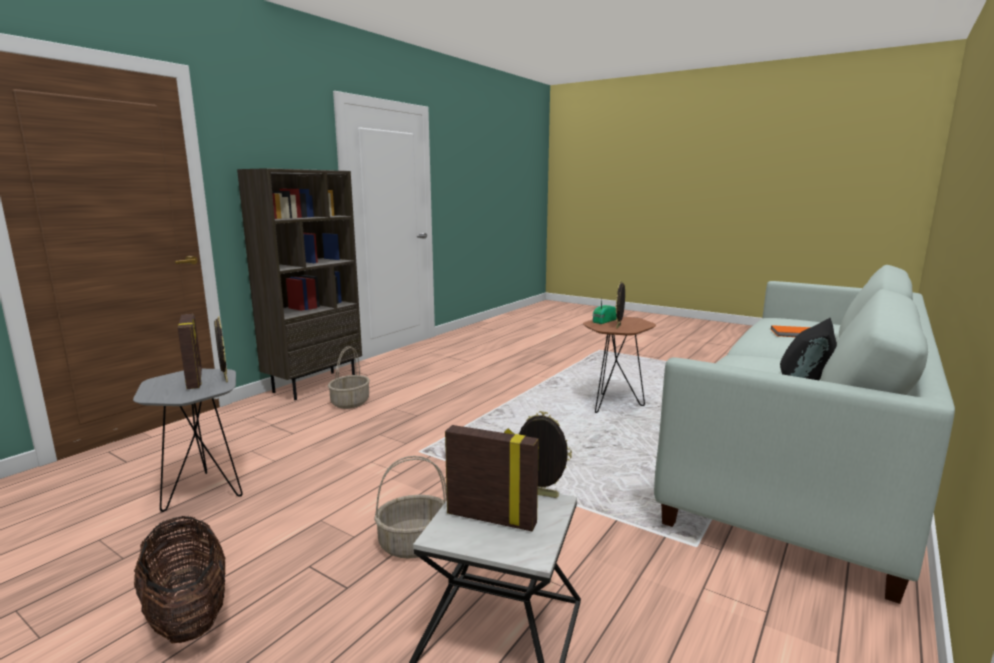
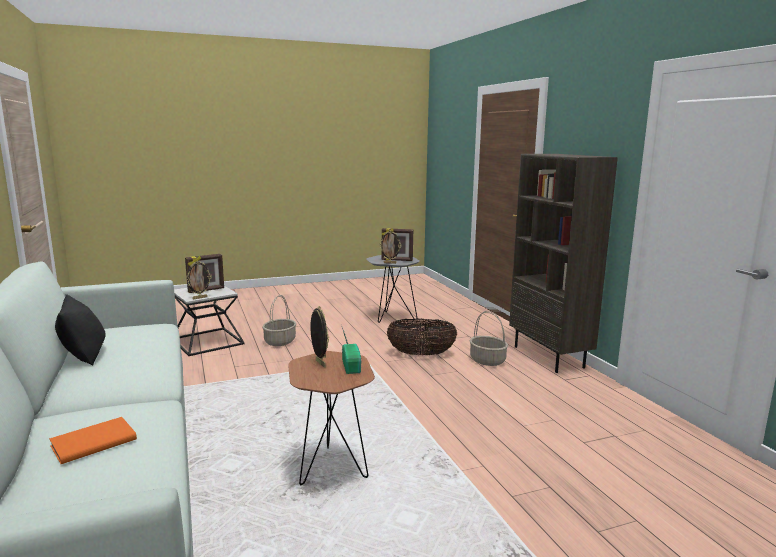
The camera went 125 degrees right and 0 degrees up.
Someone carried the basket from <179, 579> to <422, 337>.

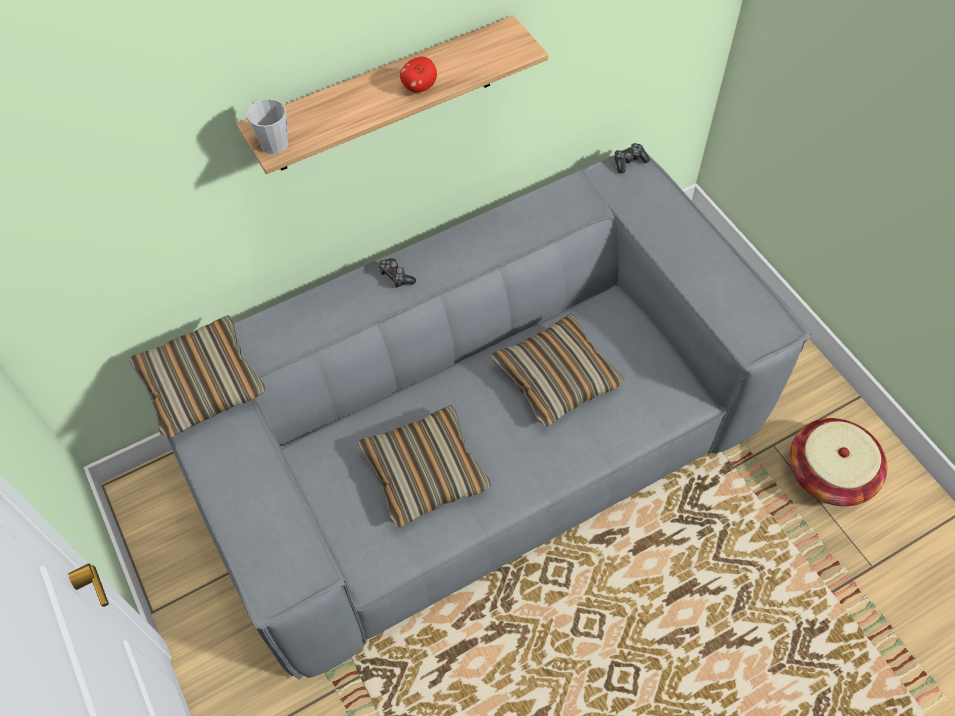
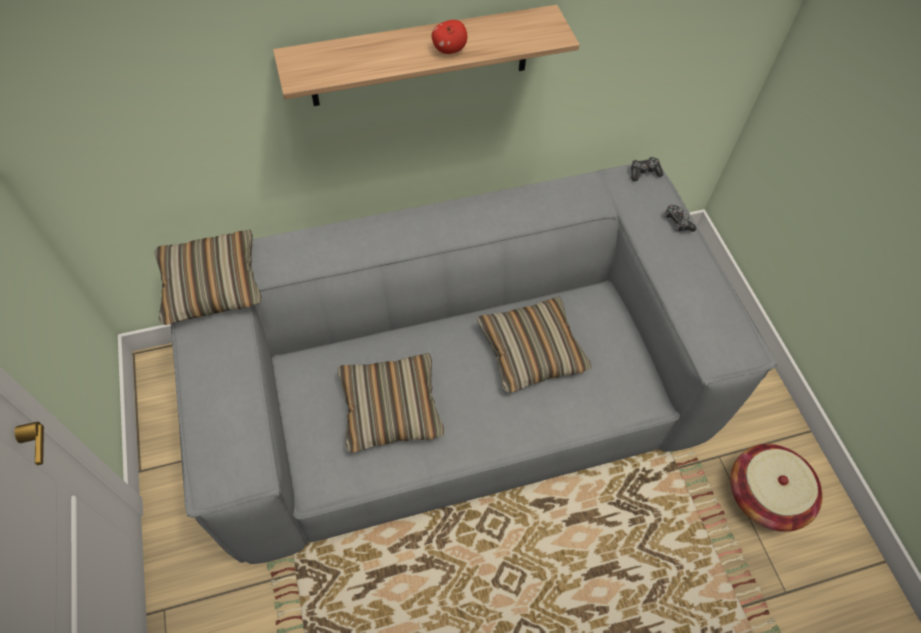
The camera went 10 degrees right and 0 degrees up.
Someone took away the mug (grey) at <267, 126>.
Someone carried the game controller from <397, 273> to <680, 218>.

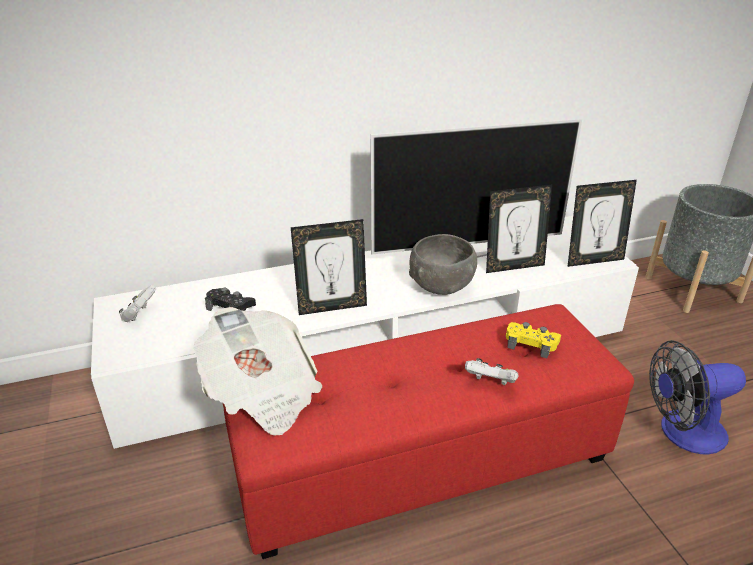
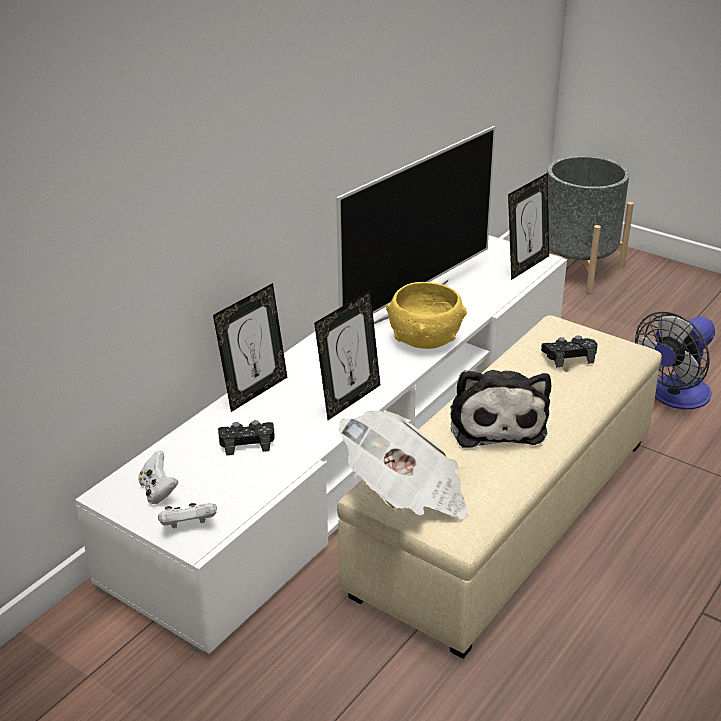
The camera went 35 degrees left and 0 degrees up.
Someone carried the picture frame from <519, 229> to <250, 347>.
Someone repainted the bowl (grey) at <443, 264>, which became the bowl (yellow) at <426, 315>.
Someone repainted the ottoman (red) at <428, 431>, which became the ottoman (beige) at <499, 487>.
Someone repainted the game controller (yellow) at <533, 340>, which became the game controller (black) at <569, 352>.
Someone carried the game controller (white) from <491, 371> to <187, 515>.
Someone put down the plush toy at <500, 408>.

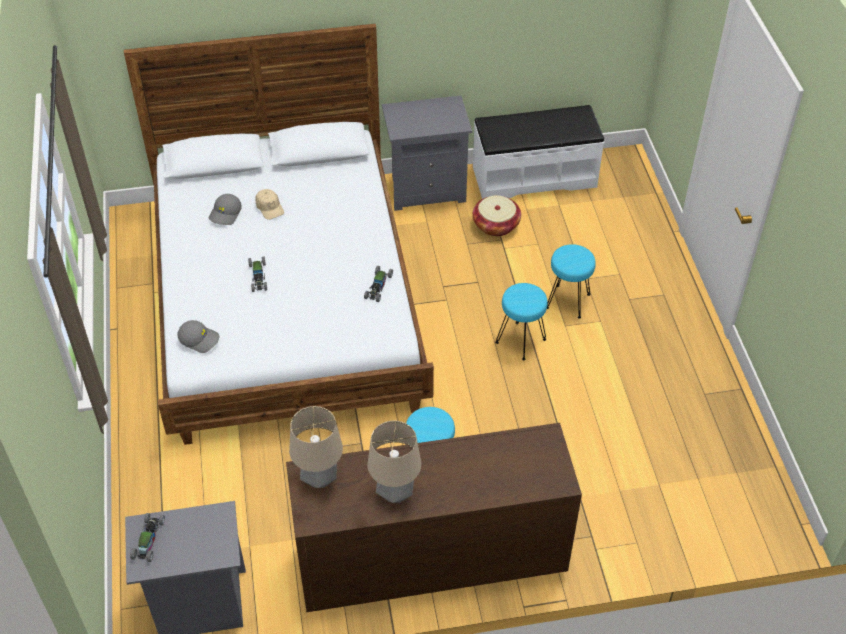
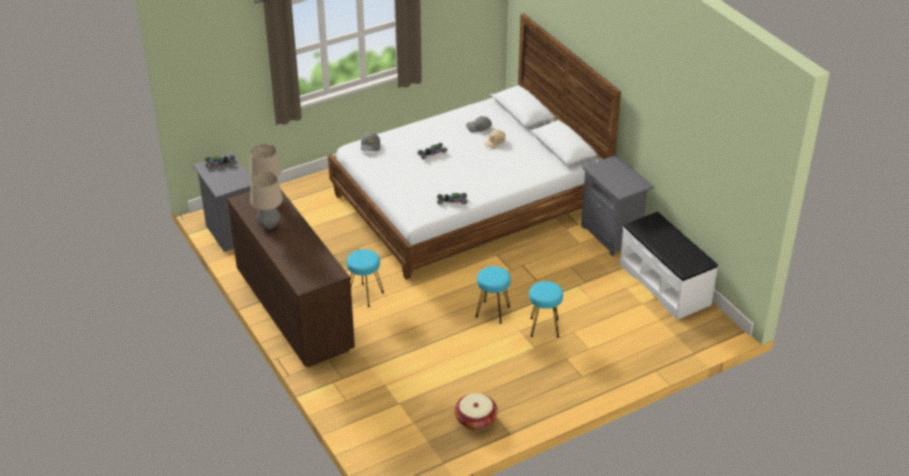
The camera went 70 degrees right and 10 degrees down.
Someone carried the basket from <497, 215> to <476, 411>.

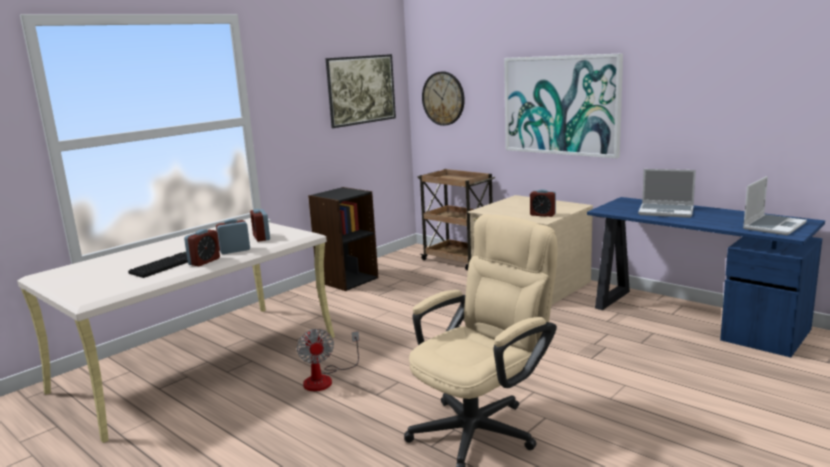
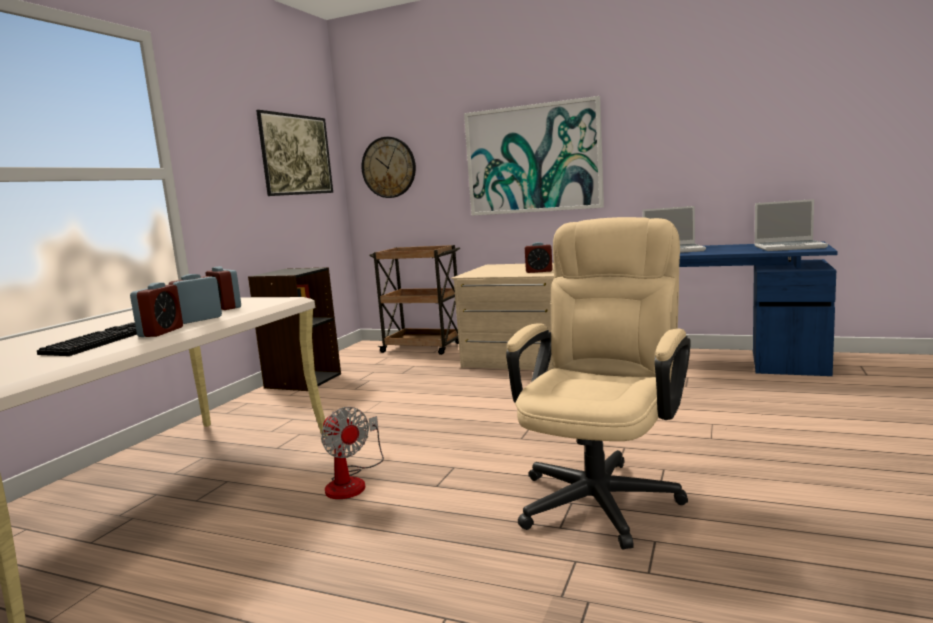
The camera went 20 degrees left and 5 degrees down.
Someone rotated the laptop at <775, 205> by 75 degrees clockwise.

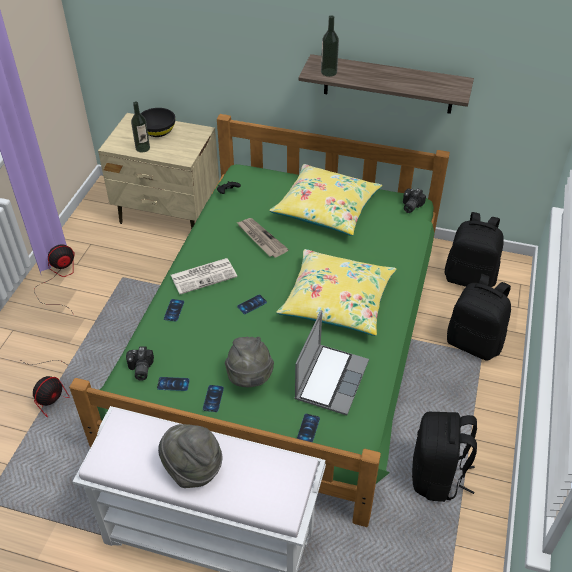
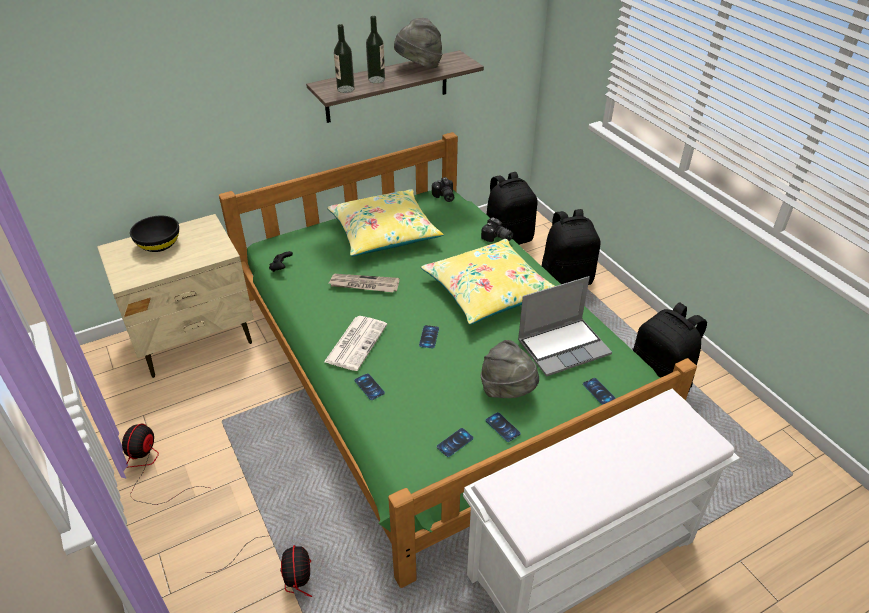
The camera went 45 degrees left and 5 degrees down.
Someone carried the bottle from <140, 126> to <375, 49>.
Someone rotated the laptop at <331, 362> by 90 degrees clockwise.
Someone carried the photo camera from <140, 363> to <497, 229>.
Someone carried the hat (grey) from <190, 456> to <418, 43>.

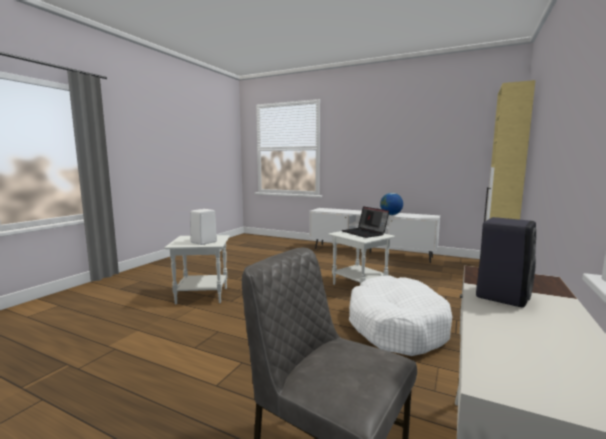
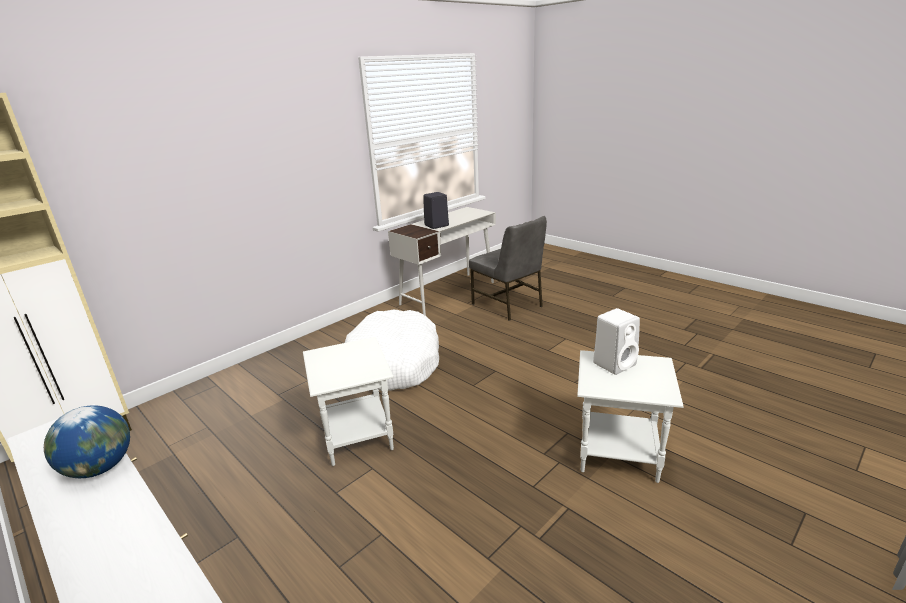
The camera went 160 degrees left and 15 degrees up.
Someone took away the laptop at <365, 222>.

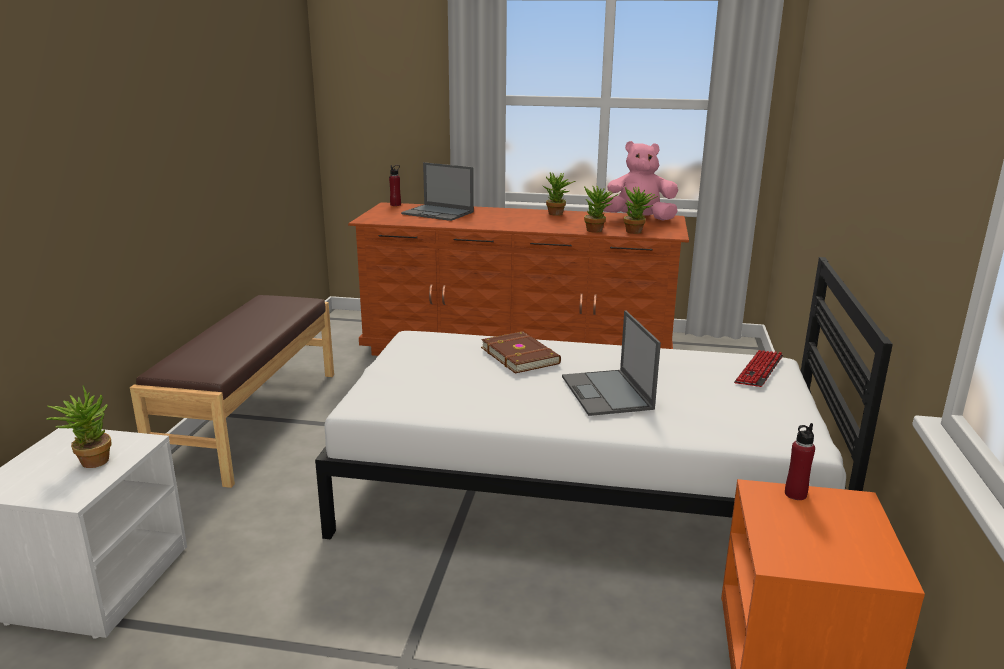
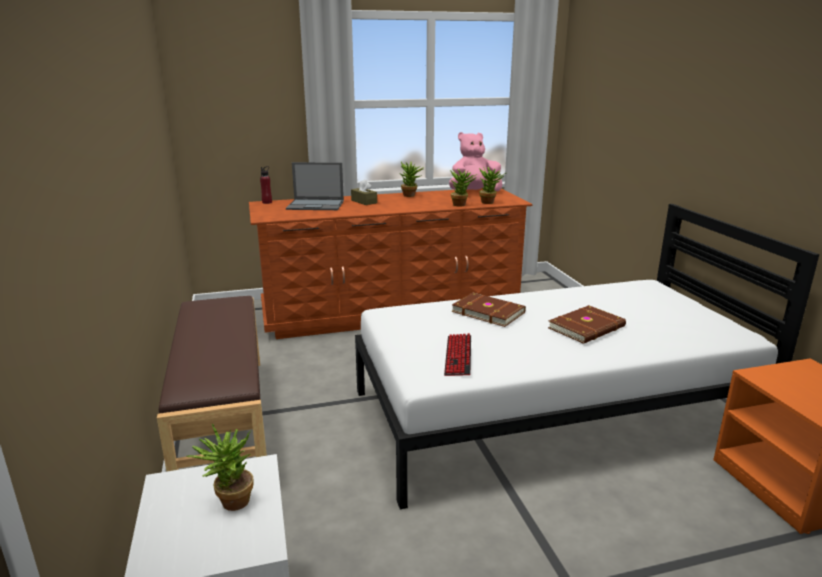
The camera went 25 degrees left and 0 degrees up.
Someone swapped the laptop at <611, 363> for the book (brown) at <587, 324>.
Someone carried the keyboard from <758, 368> to <457, 354>.
Someone took away the bottle (red) at <800, 461>.
Someone put down the tissue box (brown) at <364, 192>.

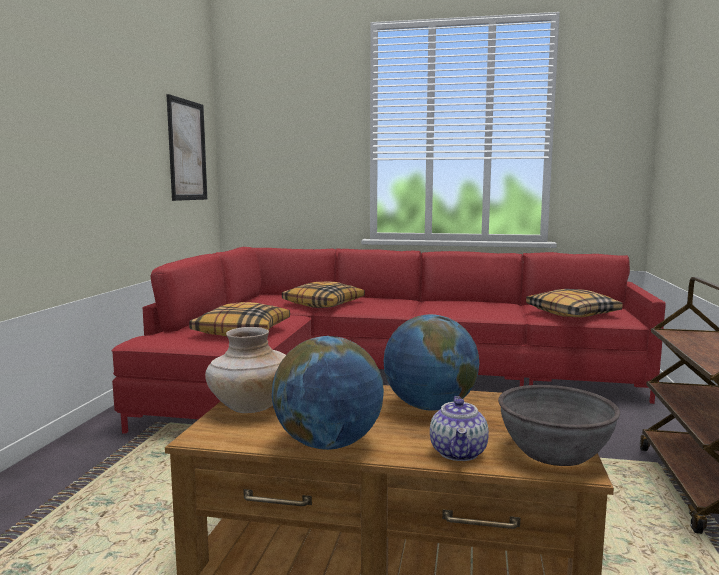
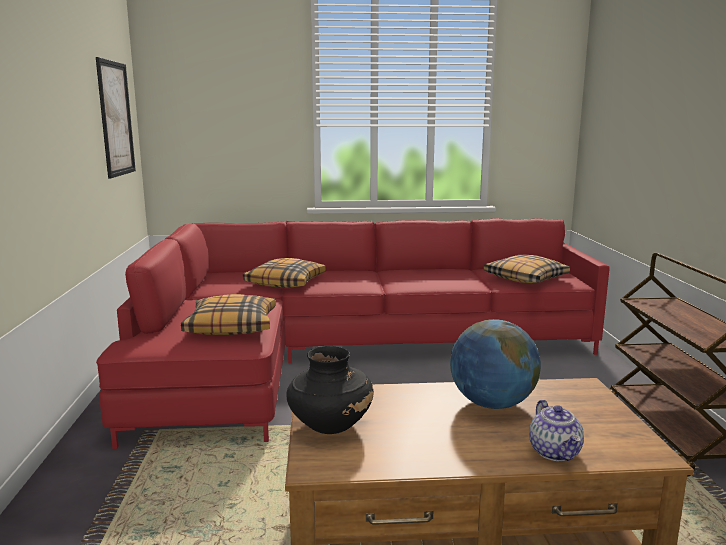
The camera went 15 degrees left and 5 degrees up.
Someone repainted the vase (beige) at <245, 370>, which became the vase (black) at <330, 390>.
Someone took away the globe at <328, 393>.
Someone took away the bowl (grey) at <559, 425>.

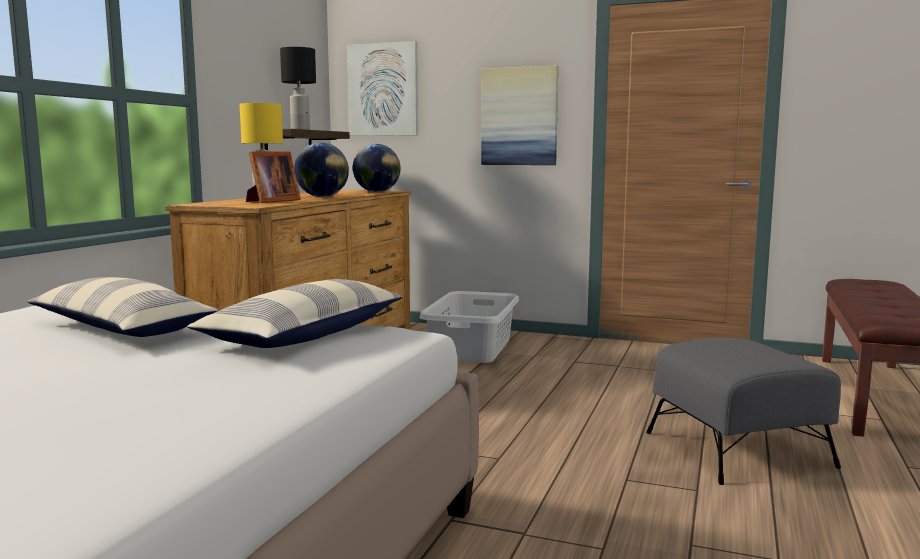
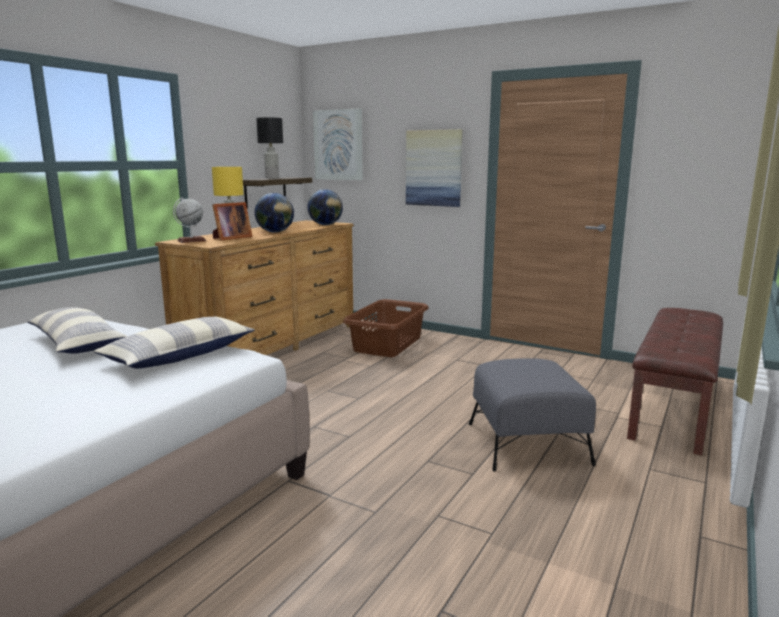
The camera went 10 degrees right and 5 degrees up.
Someone repainted the laundry basket (grey) at <469, 327>, which became the laundry basket (brown) at <386, 328>.
Someone put down the globe at <189, 220>.

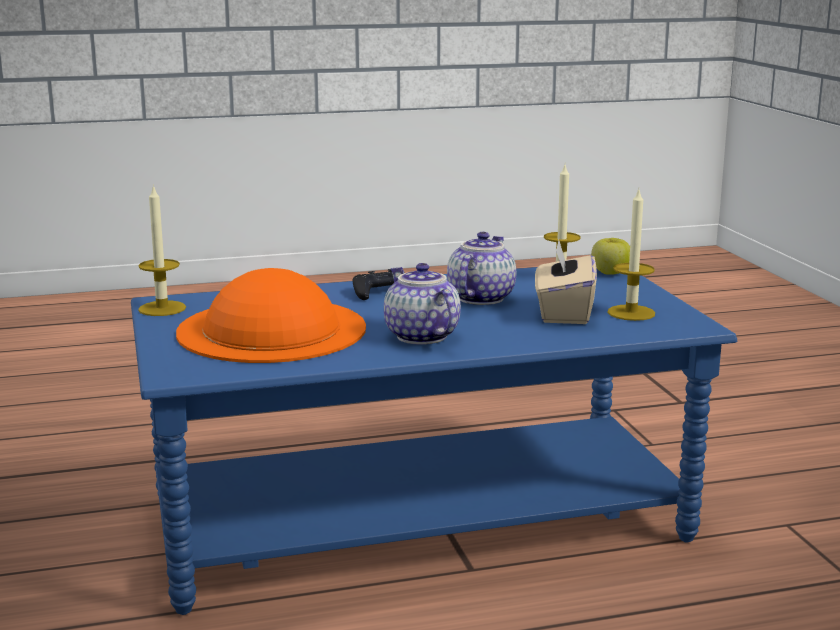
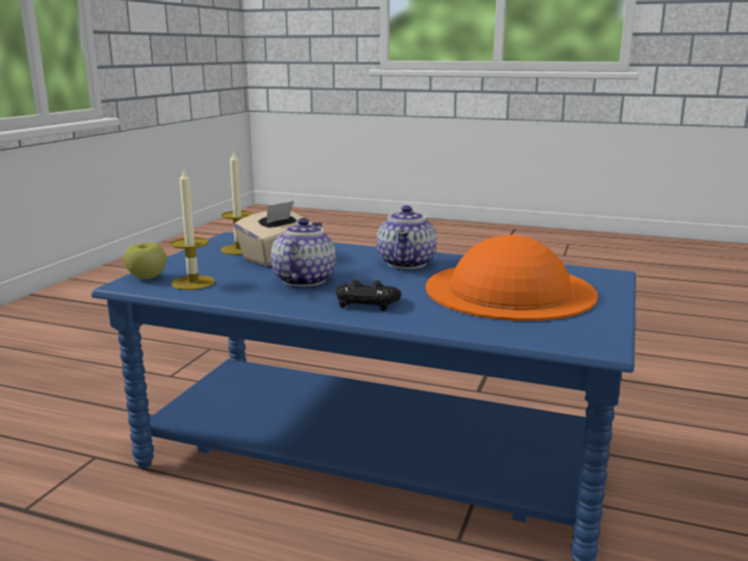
The camera went 145 degrees left and 0 degrees up.
Someone took away the candle at <162, 250>.
Someone rotated the teapot at <481, 268> by 135 degrees clockwise.

